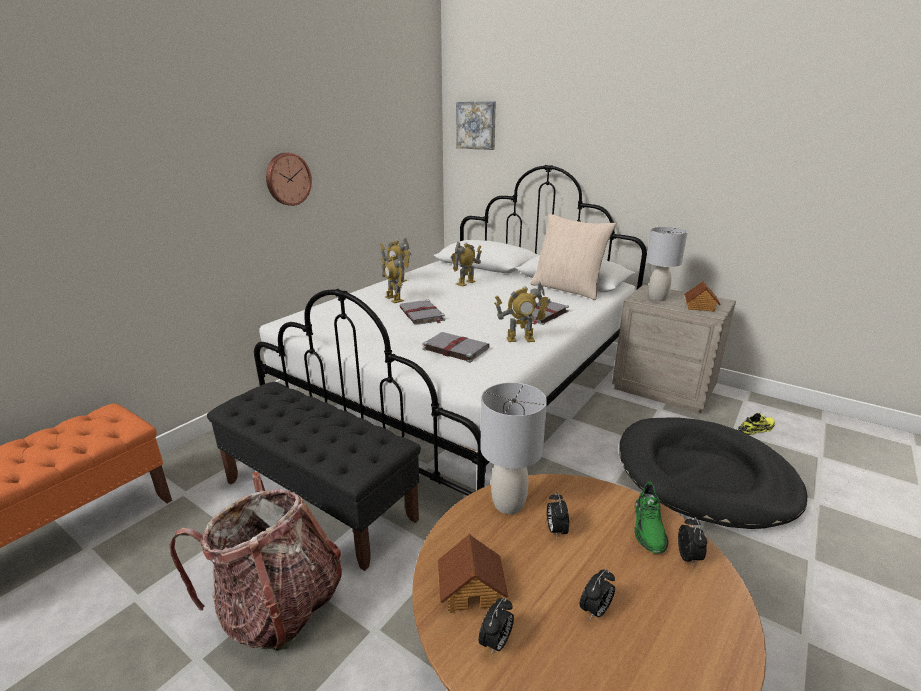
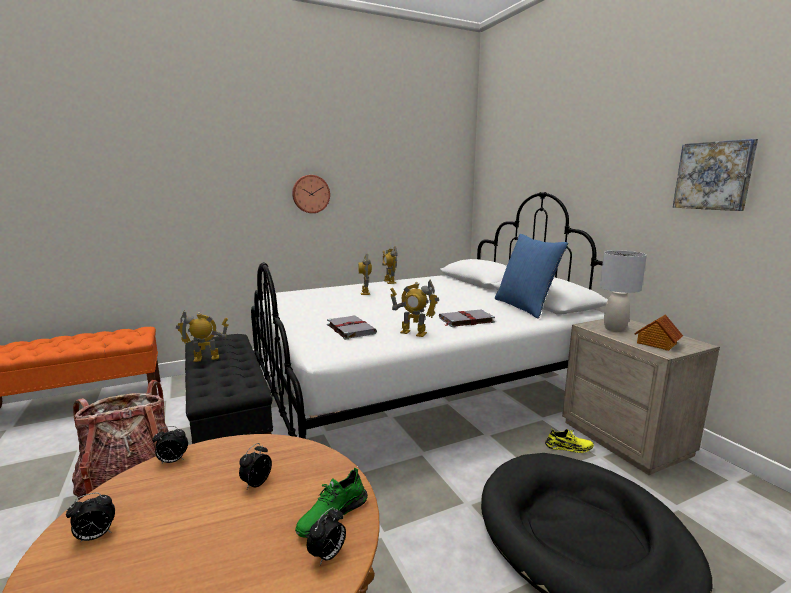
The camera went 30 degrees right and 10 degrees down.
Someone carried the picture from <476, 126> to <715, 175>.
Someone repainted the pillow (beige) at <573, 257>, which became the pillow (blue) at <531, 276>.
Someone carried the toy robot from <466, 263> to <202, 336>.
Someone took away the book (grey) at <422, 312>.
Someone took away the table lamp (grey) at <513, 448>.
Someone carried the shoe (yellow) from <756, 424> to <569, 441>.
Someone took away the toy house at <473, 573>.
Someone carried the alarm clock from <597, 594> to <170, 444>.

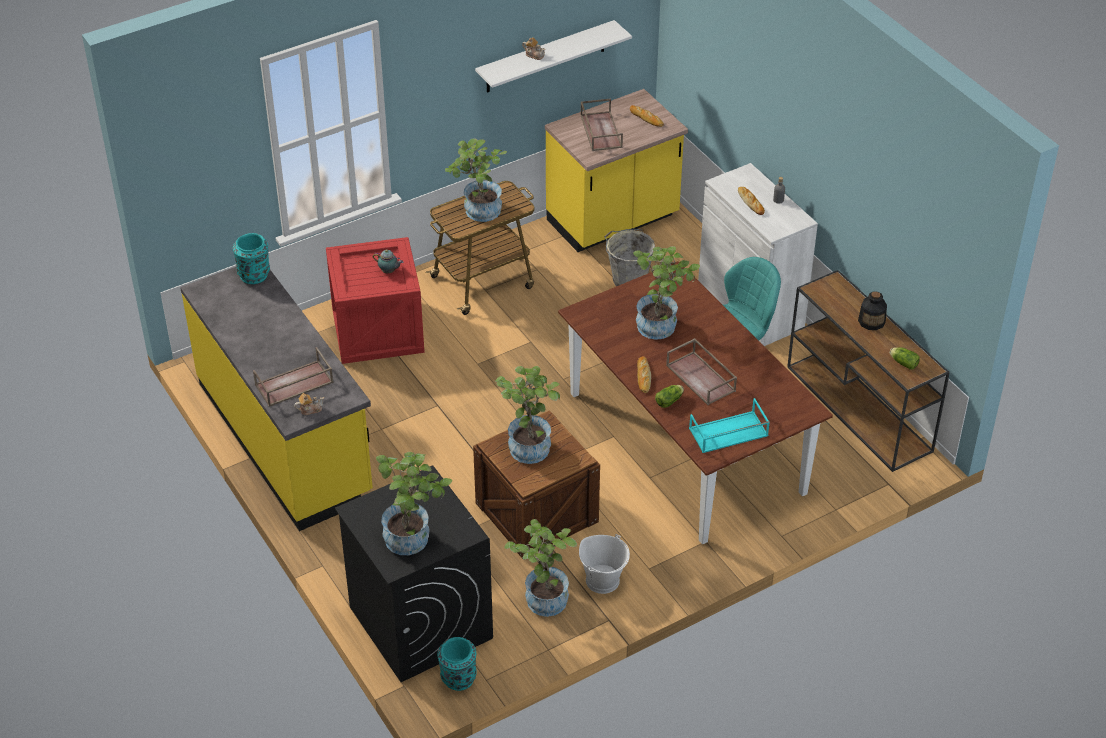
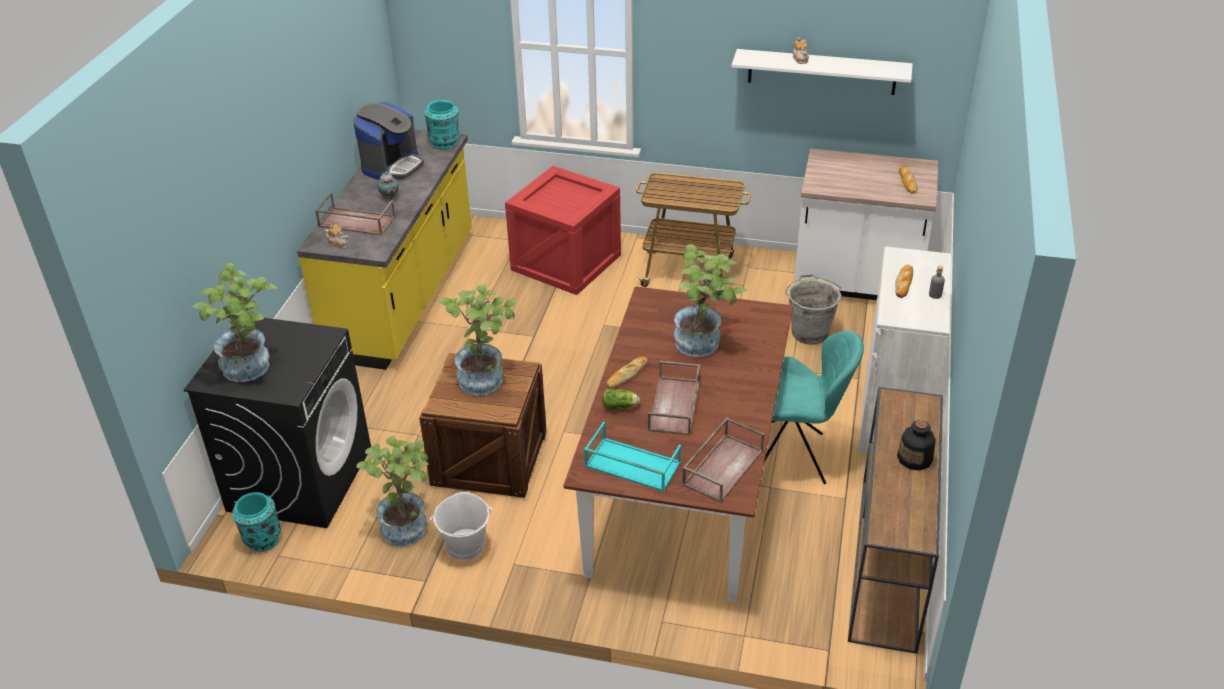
The camera went 45 degrees right and 5 degrees down.
Someone repainted the counter (yellow) at <616, 170>, which became the counter (white) at <866, 224>.
Someone carried the tray (brown) from <602, 124> to <723, 460>.
Someone took away the potted plant at <476, 180>.
Someone carried the teapot from <388, 261> to <388, 185>.
Someone took away the lettuce at <905, 358>.
Someone put down the coffee machine at <388, 141>.

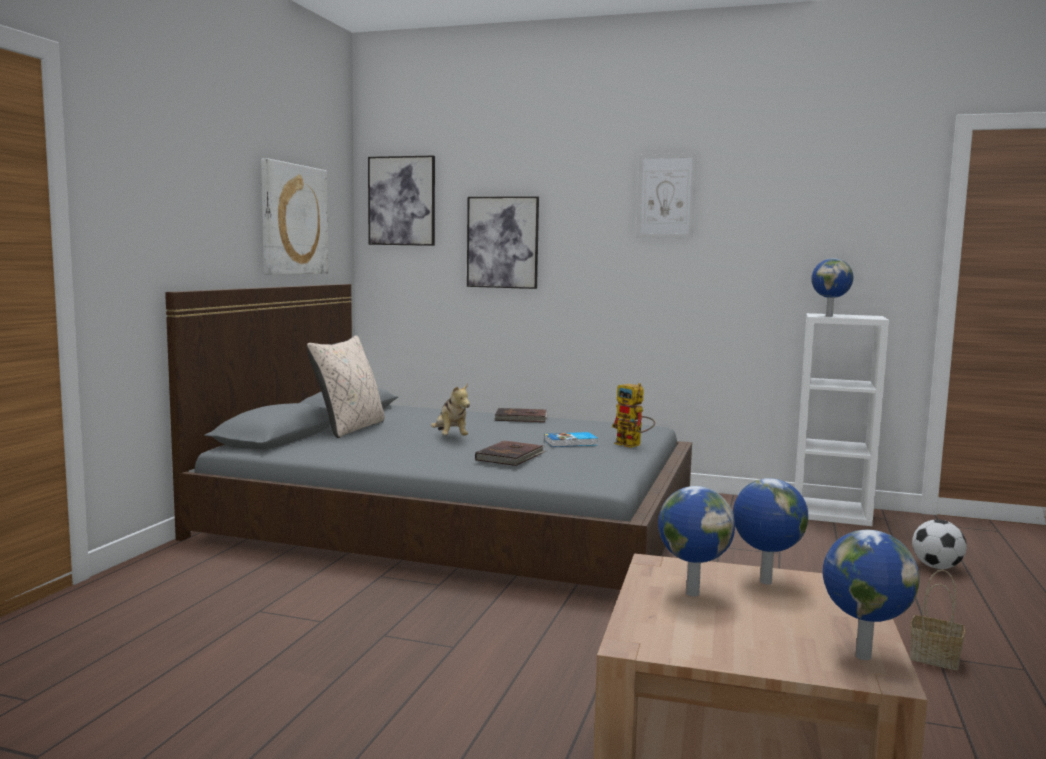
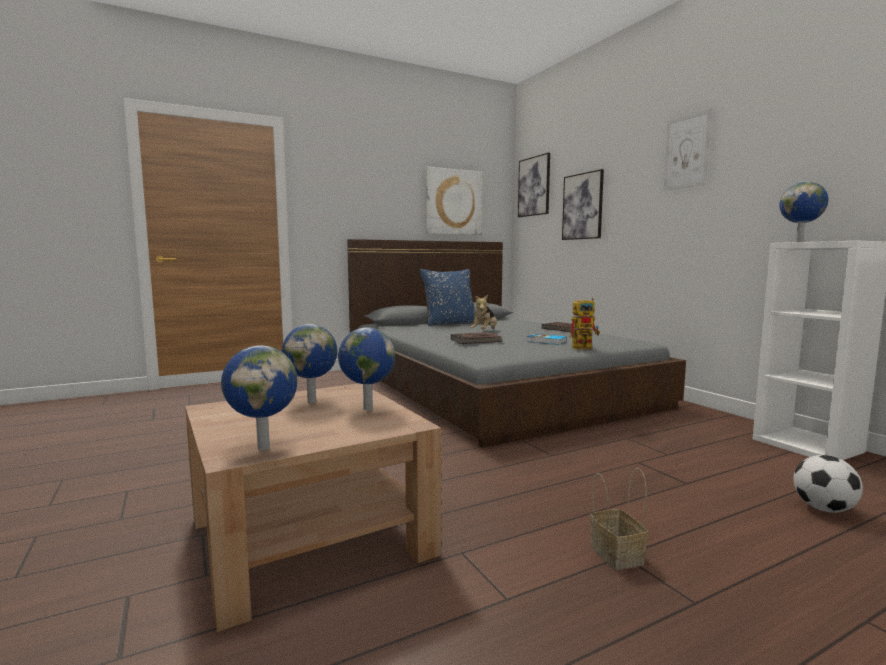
The camera went 45 degrees right and 0 degrees up.
Someone repainted the pillow (beige) at <345, 386>, which became the pillow (blue) at <447, 297>.
Someone rotated the toy robot at <633, 415> by 105 degrees counterclockwise.

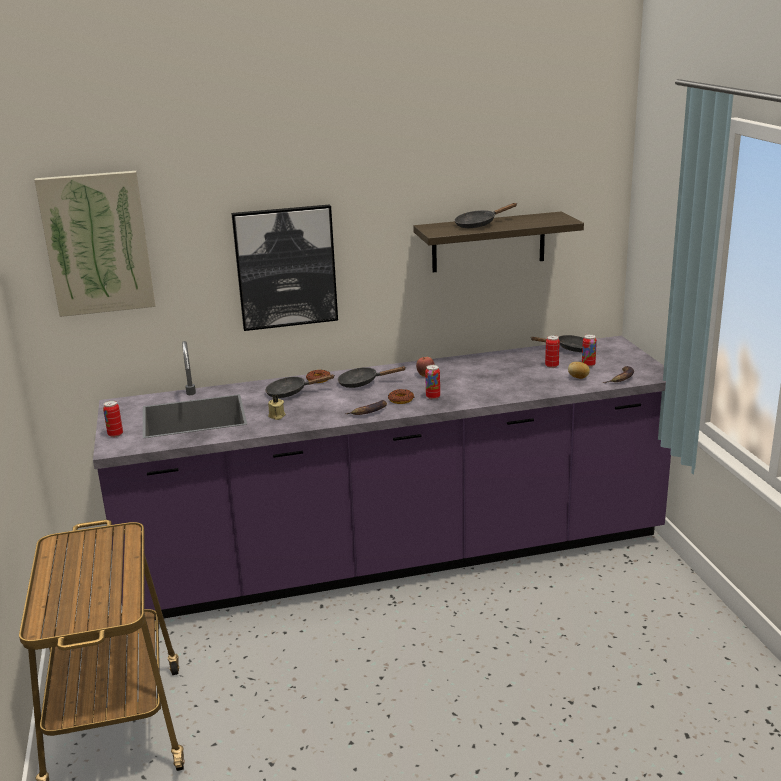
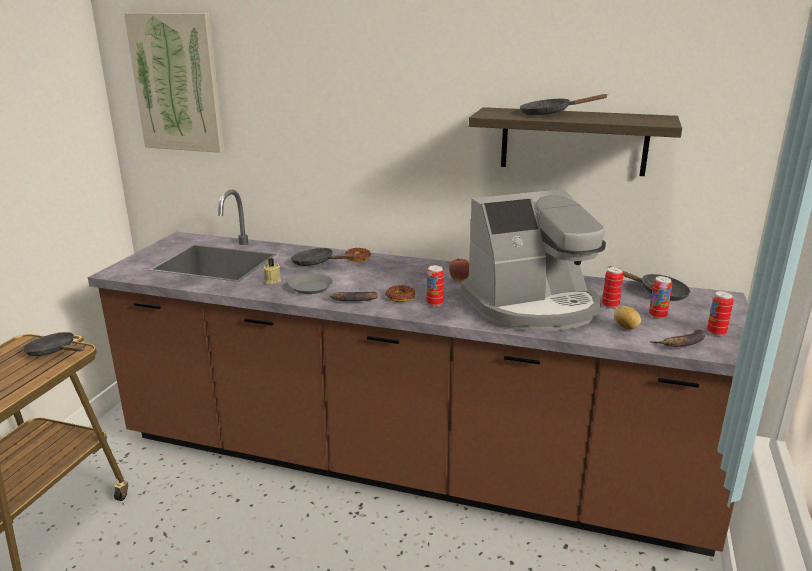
The camera went 30 degrees right and 0 degrees up.
Someone took away the picture at <284, 267>.
Someone repainted the counter (purple) at <382, 478>, which became the counter (brown) at <430, 373>.
Someone carried the frying pan (black) from <371, 377> to <53, 344>.
Someone carried the can from <113, 418> to <720, 313>.
Someone put down the coffee machine at <533, 260>.
Someone put down the plate (grey) at <310, 284>.

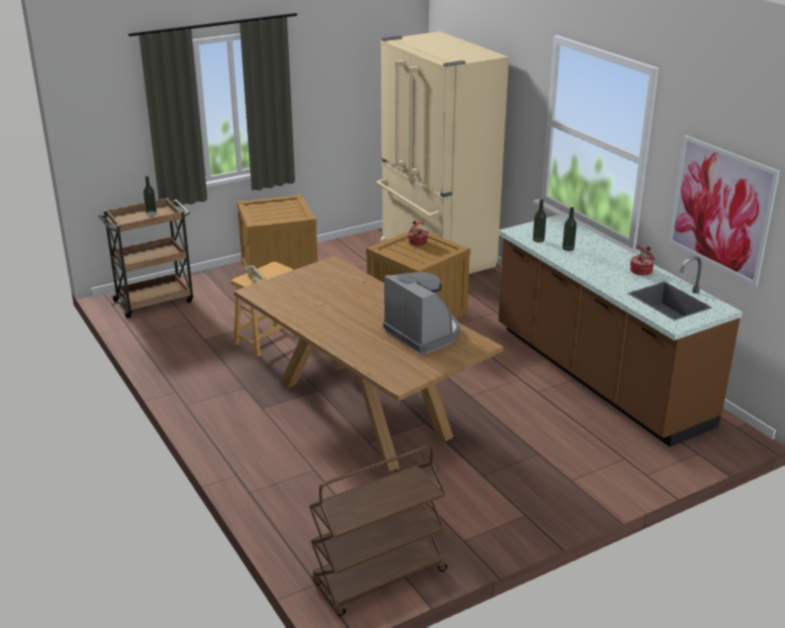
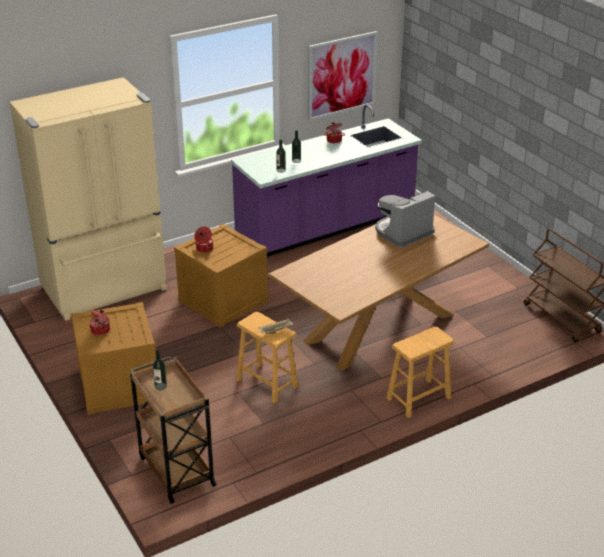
The camera went 90 degrees left and 5 degrees up.
Someone repainted the counter (brown) at <620, 330>, which became the counter (purple) at <326, 181>.
Someone put down the cooking pot at <99, 322>.
Someone put down the stool (brown) at <420, 372>.

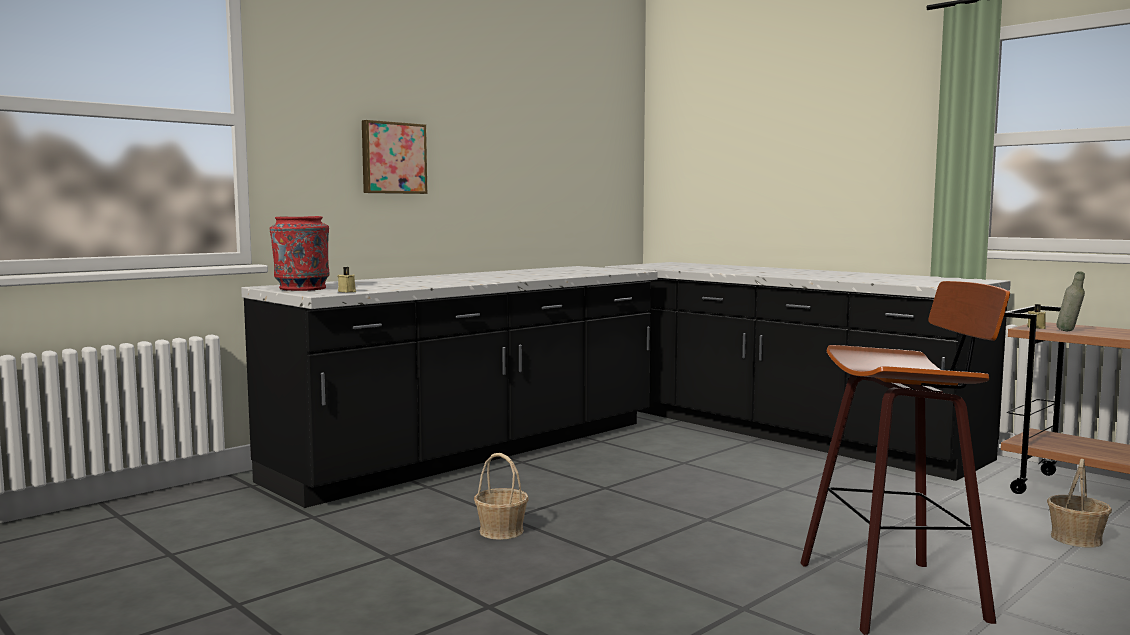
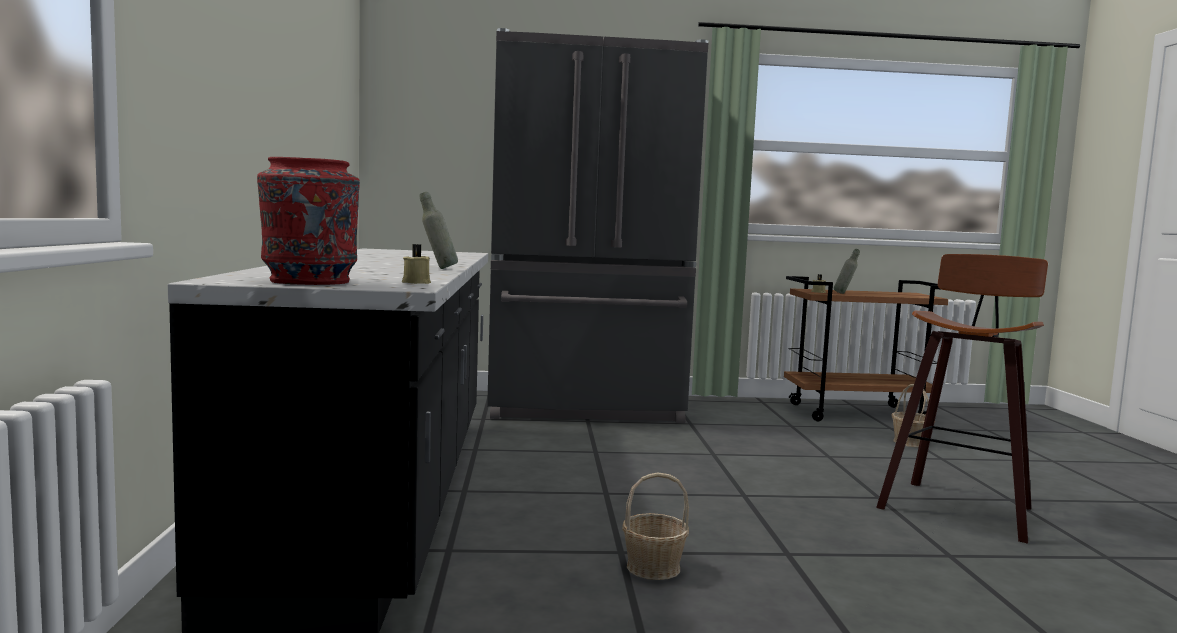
The camera went 50 degrees left and 0 degrees up.
Someone took away the picture at <394, 157>.
Someone swapped the counter (black) at <808, 371> for the fridge (grey) at <597, 225>.
Someone put down the bottle (grey) at <439, 230>.

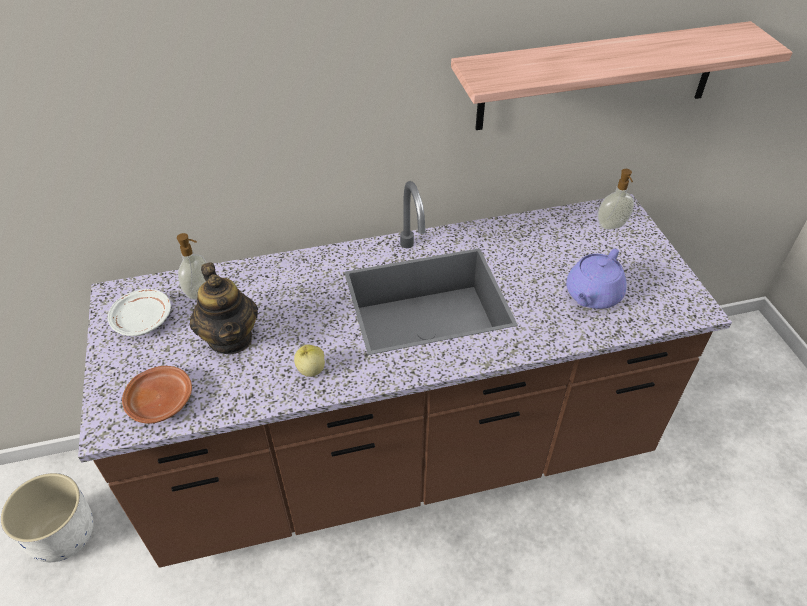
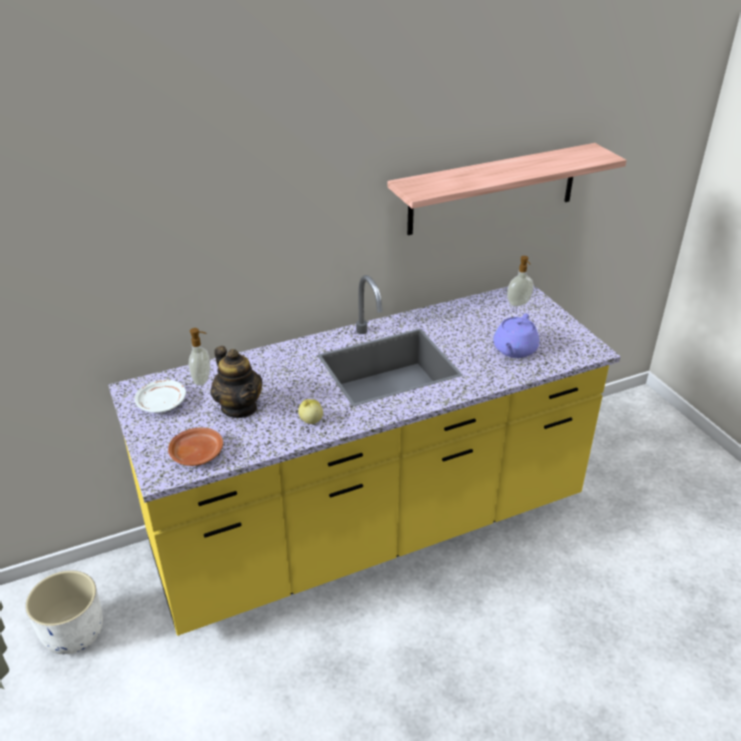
The camera went 10 degrees left and 10 degrees down.
Someone repainted the counter (brown) at <405, 374>, which became the counter (yellow) at <364, 455>.

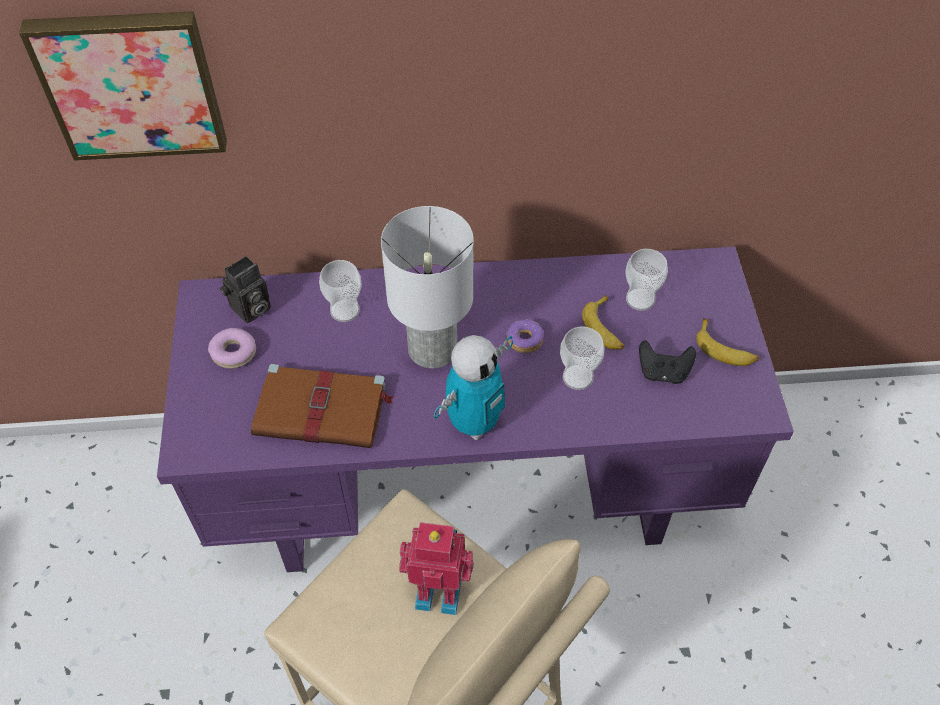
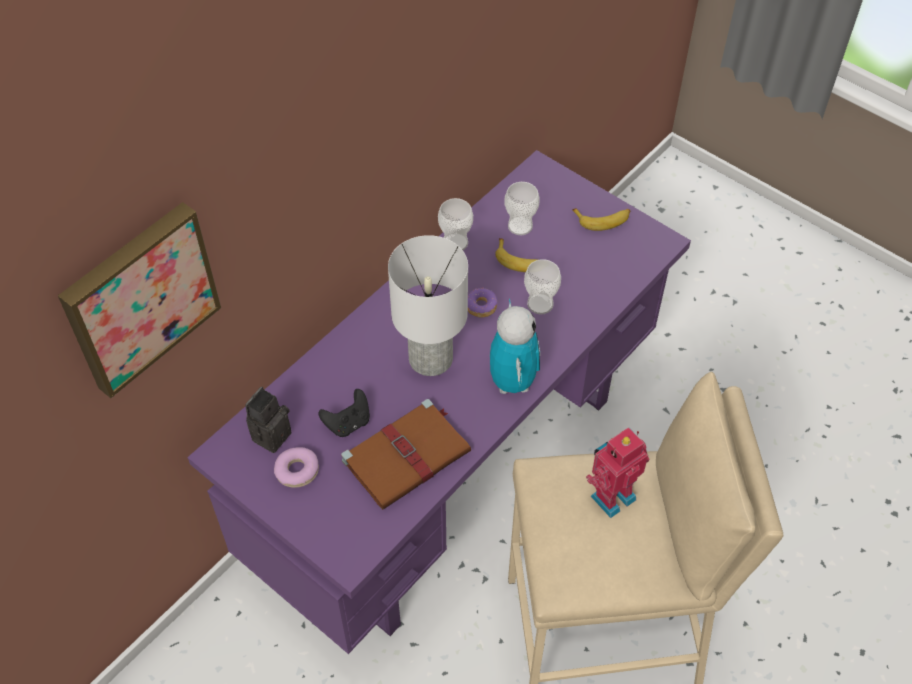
The camera went 45 degrees left and 0 degrees up.
Someone rotated the photo camera at <245, 289> by 150 degrees counterclockwise.
Someone carried the cup from <340, 291> to <455, 224>.
Someone carried the game controller (black) from <667, 362> to <344, 413>.

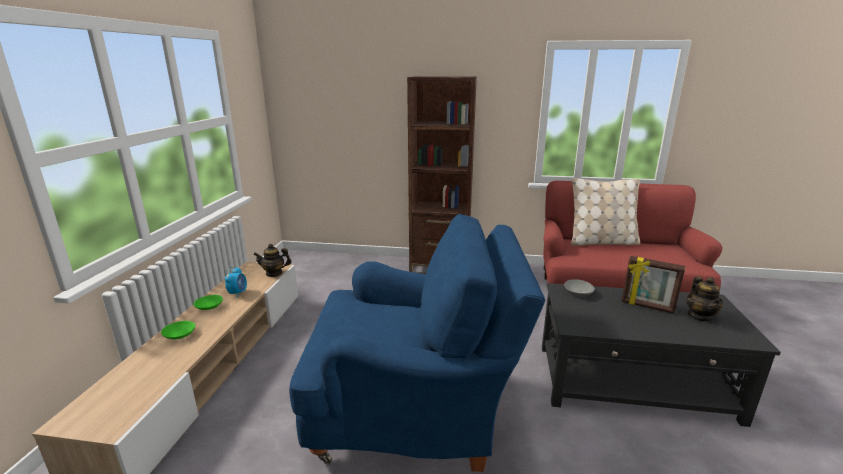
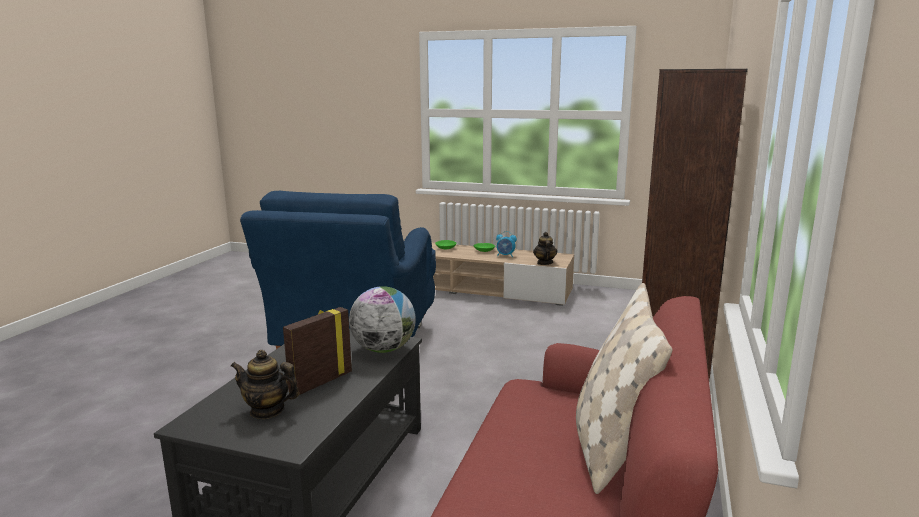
The camera went 100 degrees right and 5 degrees down.
Someone swapped the bowl (grey) at <579, 287> for the globe at <382, 319>.

